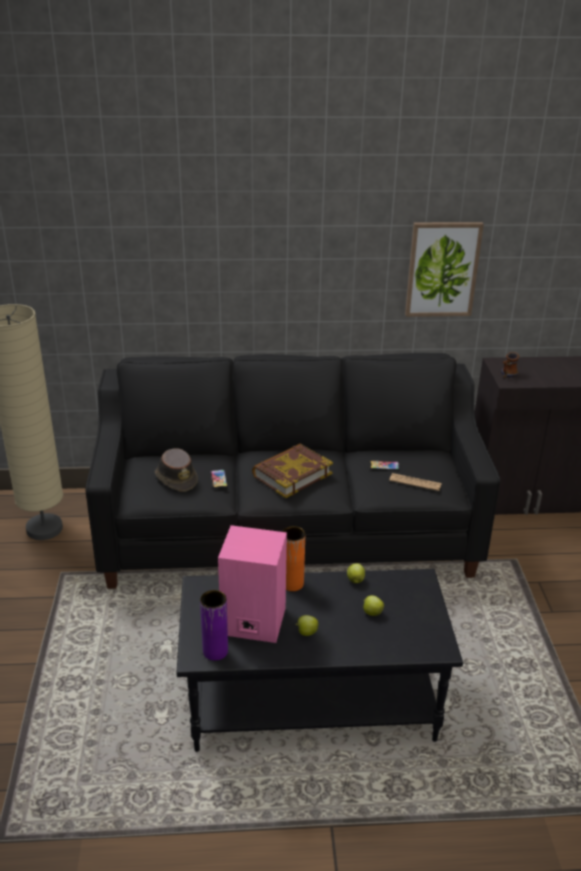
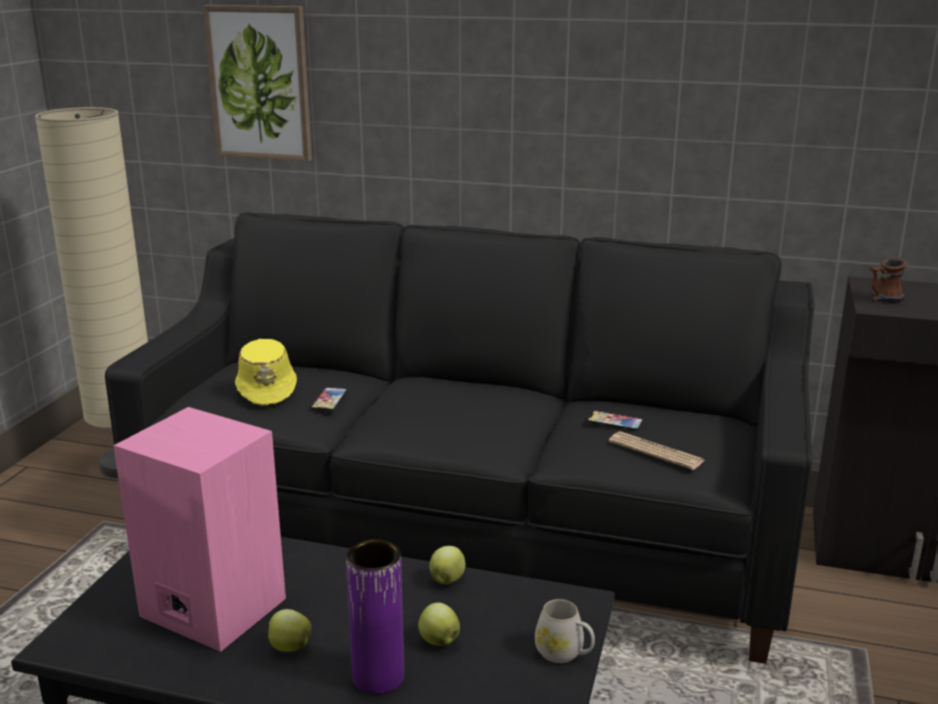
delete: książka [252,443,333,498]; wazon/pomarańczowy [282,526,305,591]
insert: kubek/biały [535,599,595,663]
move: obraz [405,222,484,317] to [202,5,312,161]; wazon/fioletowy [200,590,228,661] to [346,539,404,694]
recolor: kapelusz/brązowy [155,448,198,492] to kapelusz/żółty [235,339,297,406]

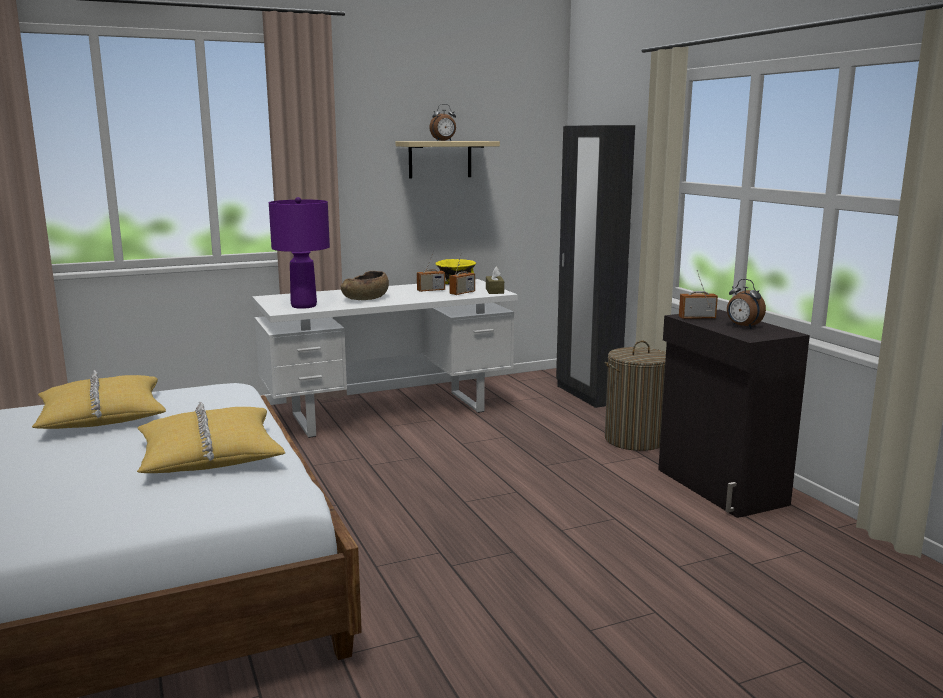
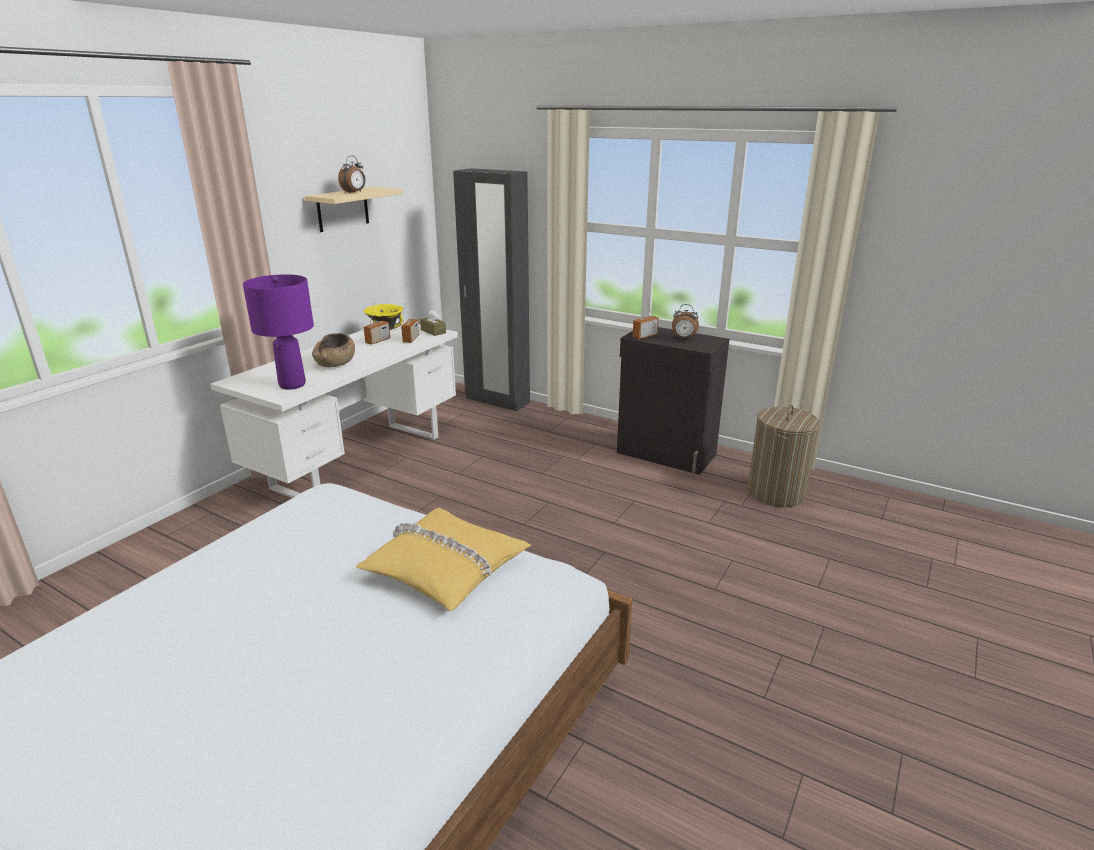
delete: poduszka/żółty [32,370,166,429]
move: kosz na pranie [604,340,666,451] to [748,405,820,507]

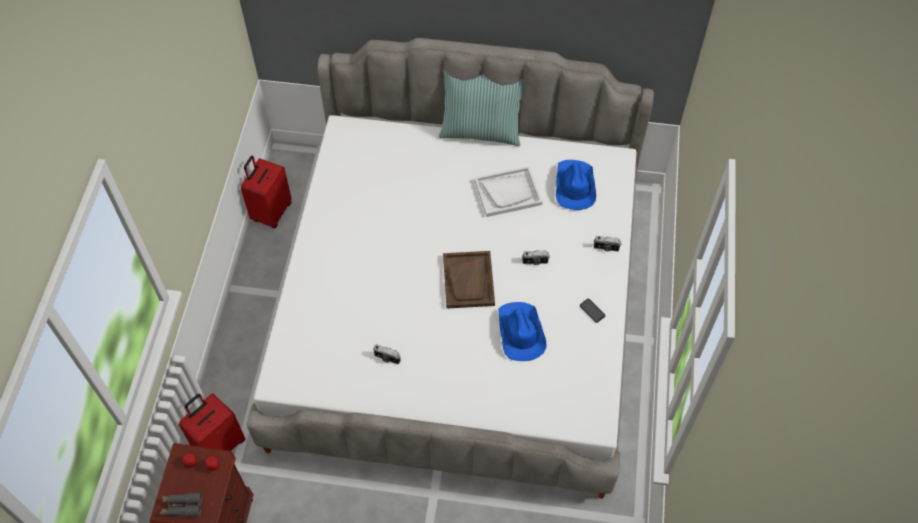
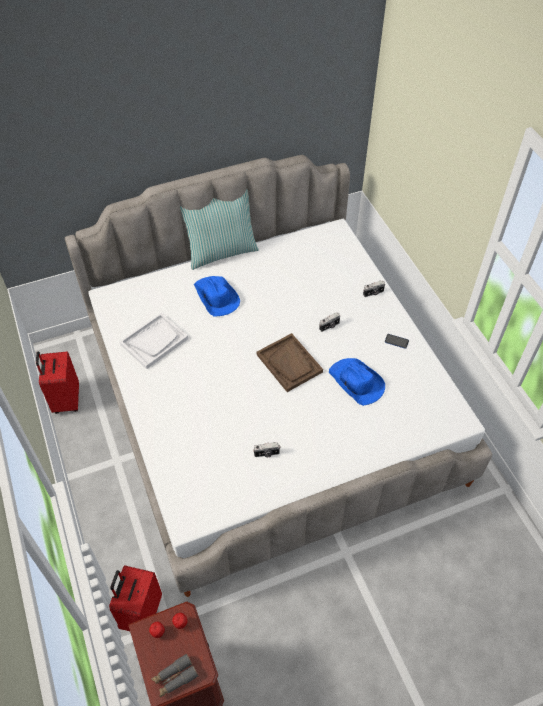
move: taca/biały [474,166,543,217] to [119,313,188,369]; kapelusz/niebieski [556,160,596,210] to [194,276,240,316]

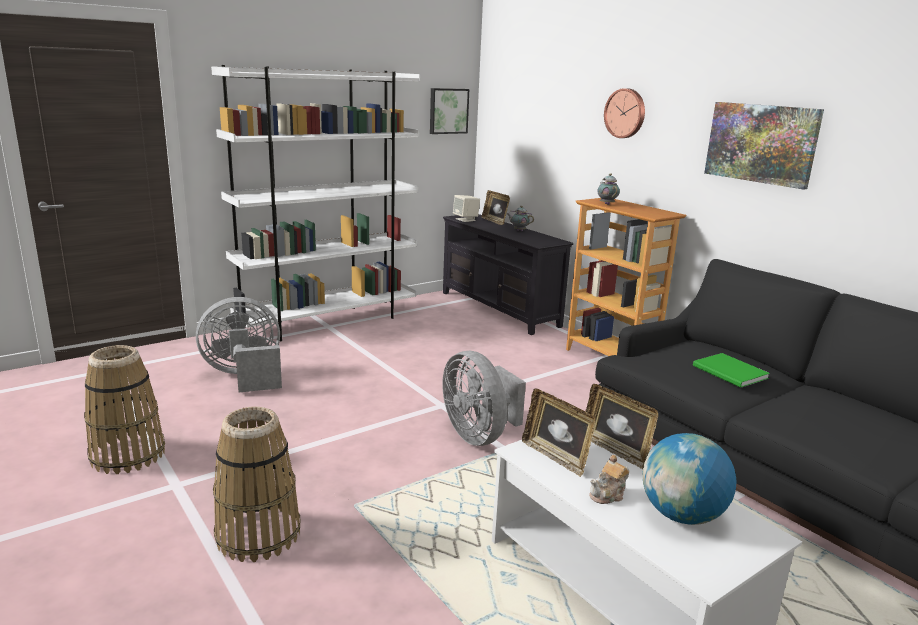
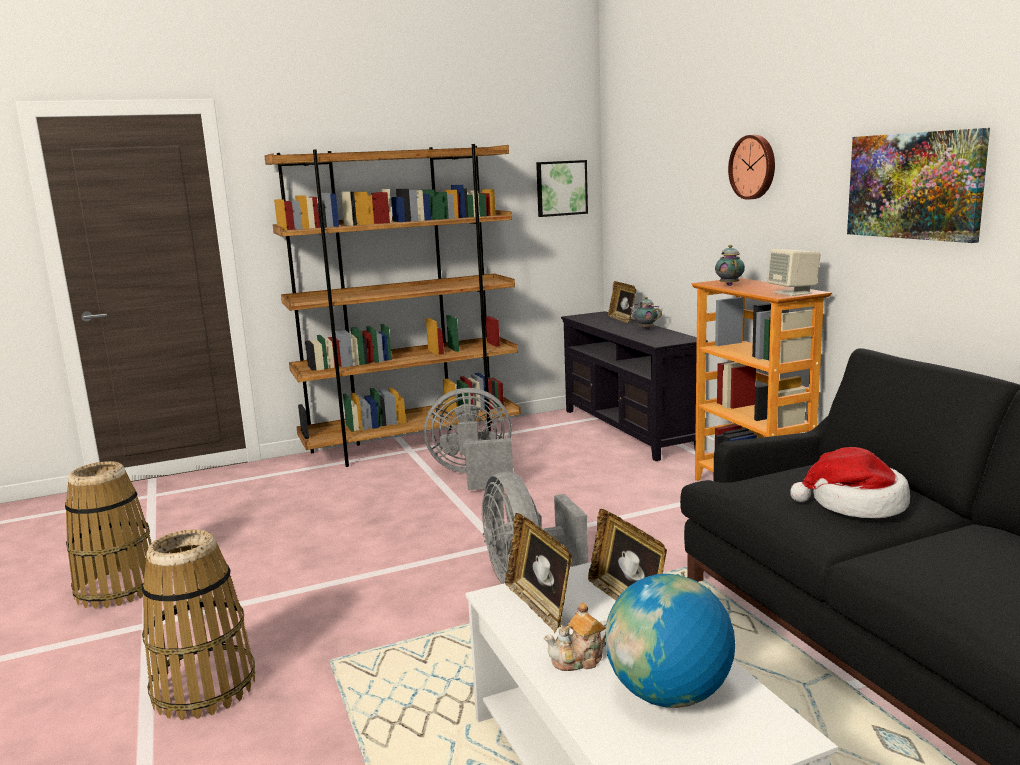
move: wentylator/szary [196,297,282,393] to [424,388,513,490]; głośnik/beżowy [453,195,480,222] to [768,249,820,296]
replace: książka/zielony [693,353,770,388] to kapelusz [790,447,910,518]
recolor: regał/biały [211,65,420,341] to regał/brązowy [265,144,521,467]

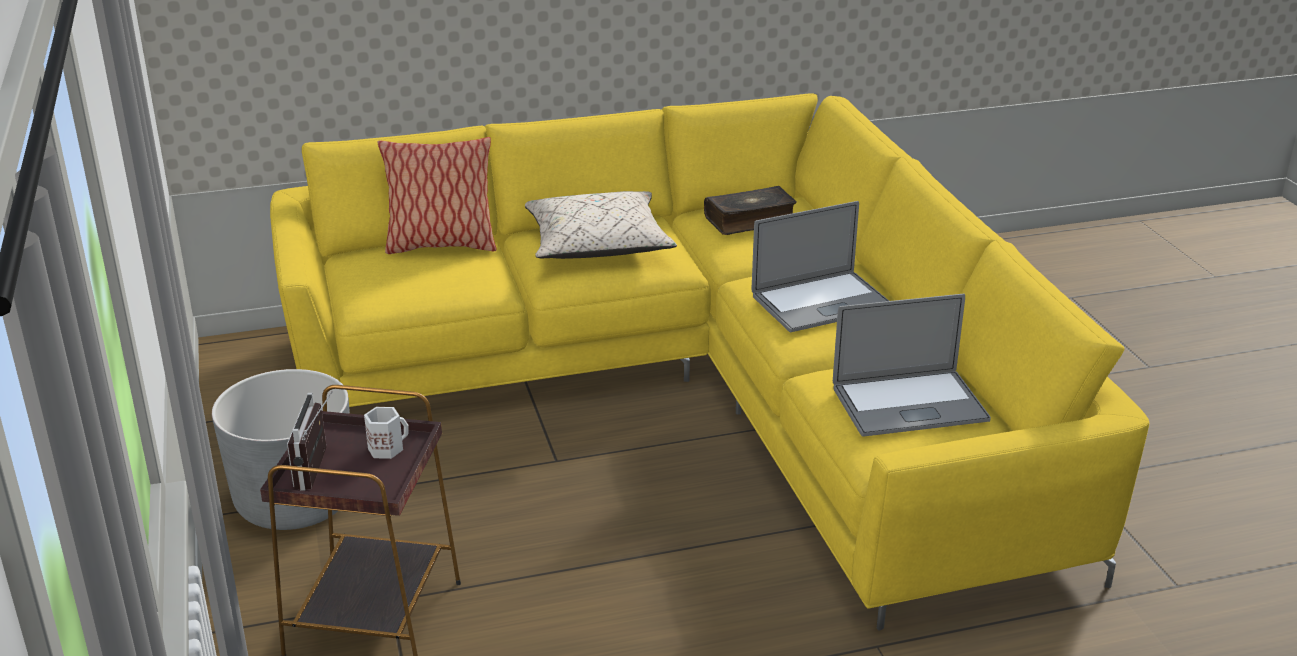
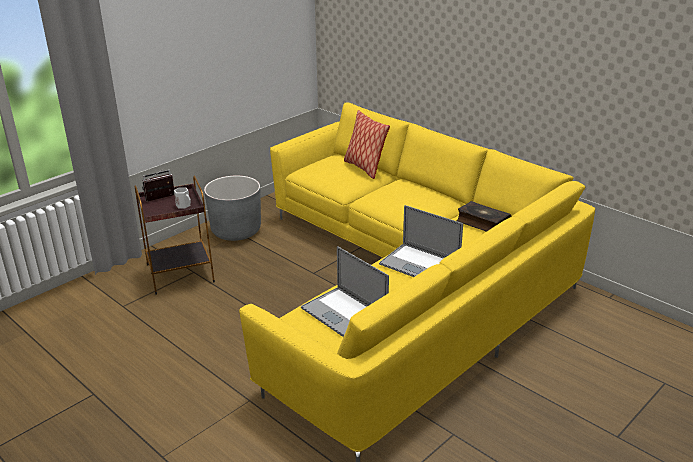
delete: poduszka/beżowy [525,191,677,259]

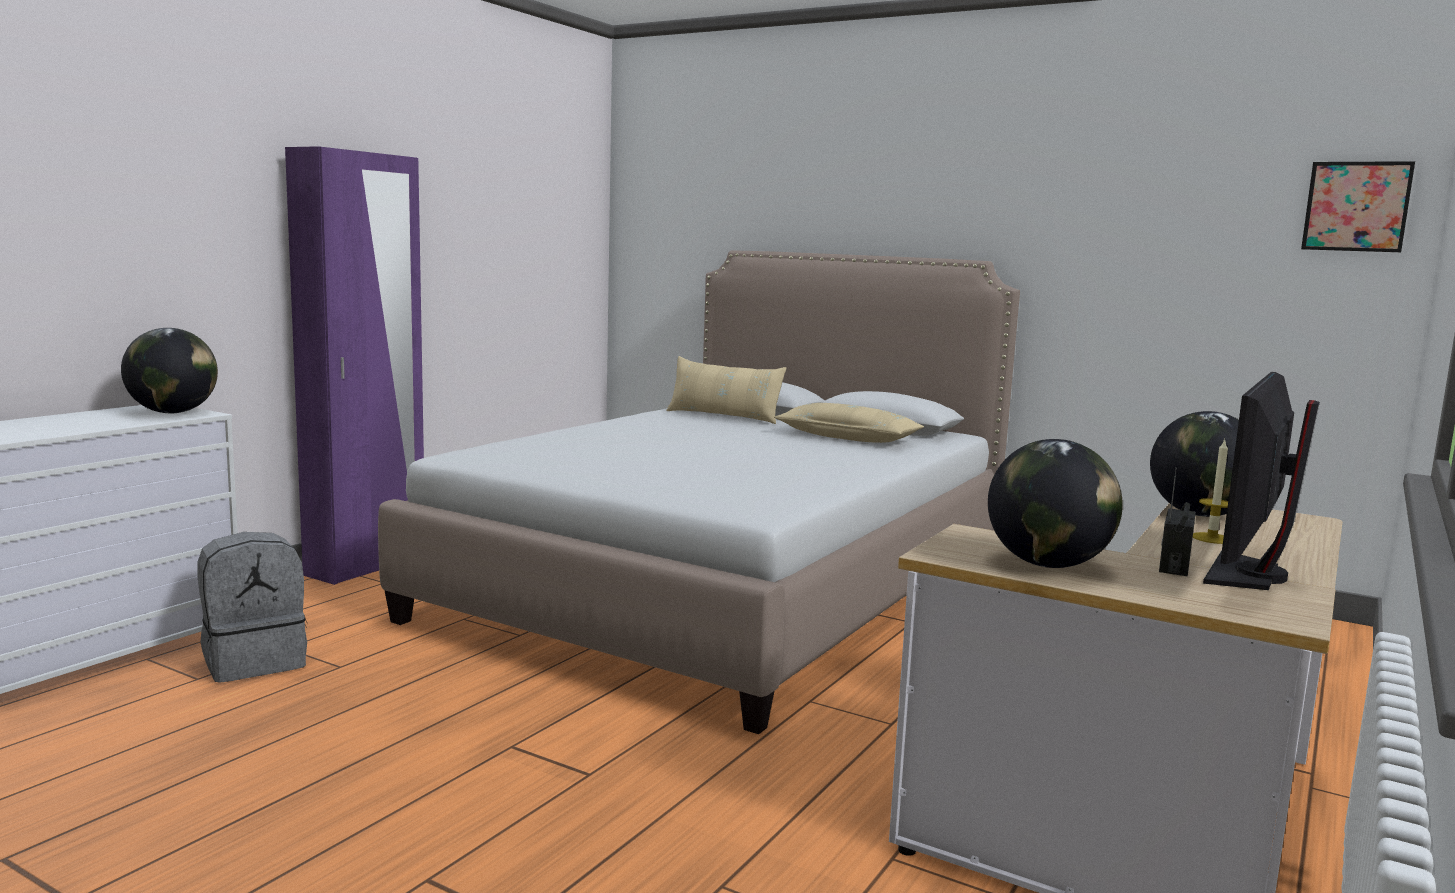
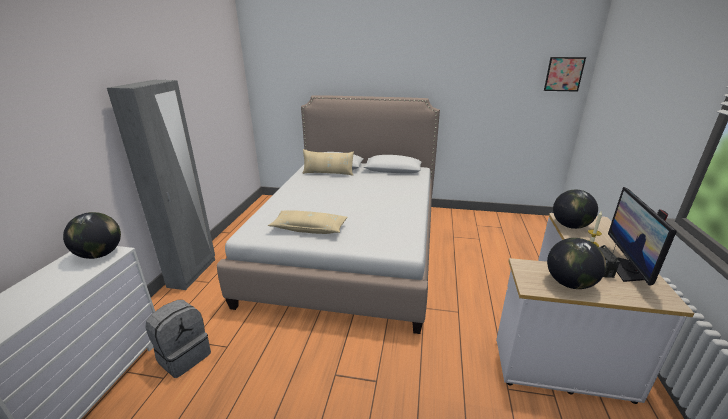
move: poduszka/beżowy [774,403,924,443] to [268,210,347,234]
recolor: szafa/fioletowy [285,146,424,585] to szafa/szary [107,80,215,290]

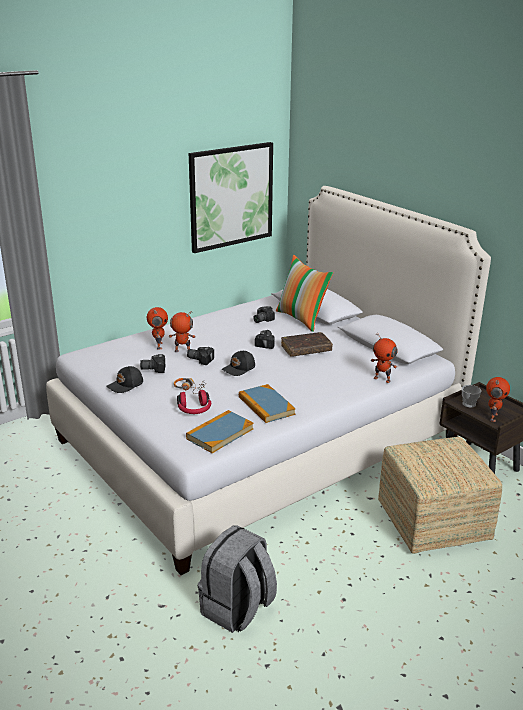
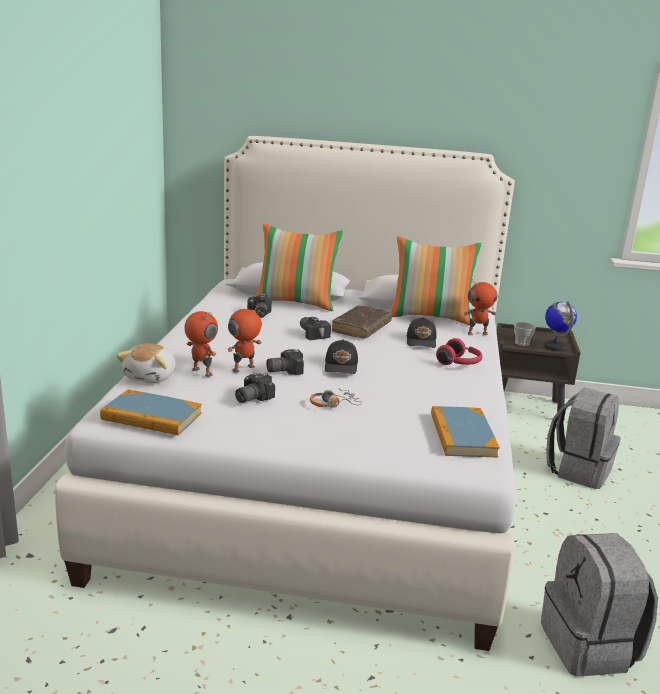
delete: obraz [189,142,273,253]
insert: pluszak [116,344,176,383]; poduszka [390,236,482,325]
move: książka [239,384,296,423] to [100,389,202,436]; czapka z daszkiem/czarny [106,366,143,393] to [407,317,436,348]; słuchawki/czerwony [177,390,211,414] to [436,338,483,365]
replace: robot zabawkowy [486,377,510,422] to globus [544,301,577,351]; pufa [378,437,502,554] to plecak/szary [546,387,621,489]

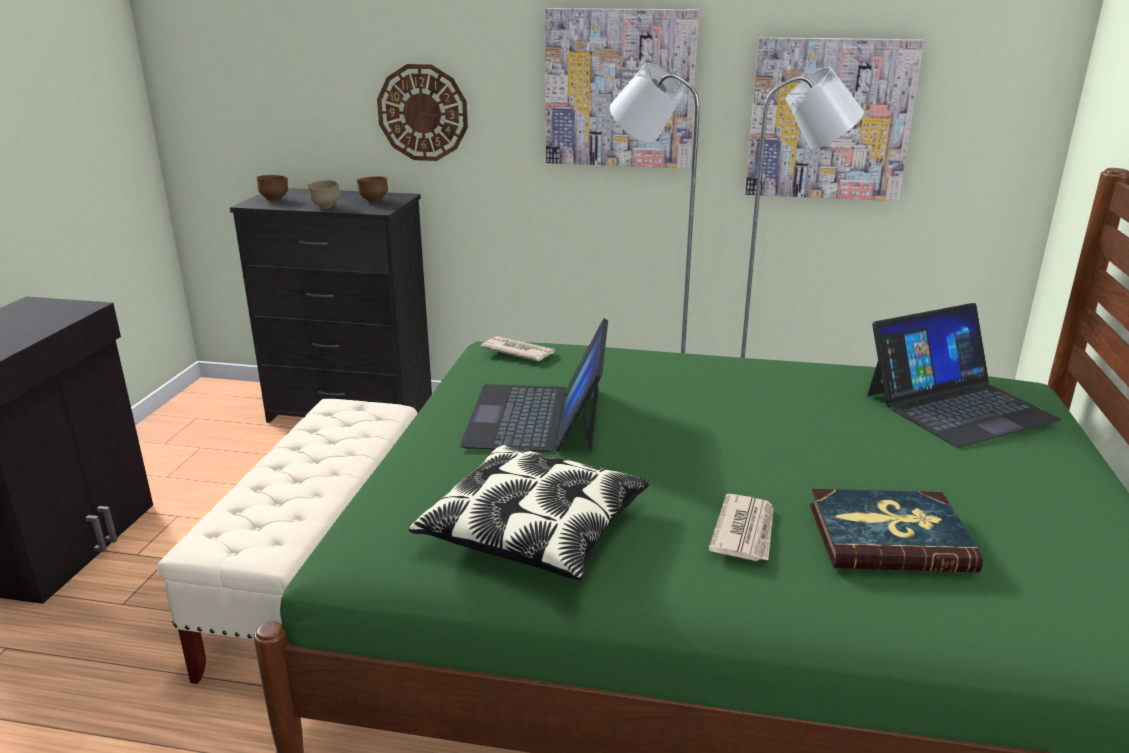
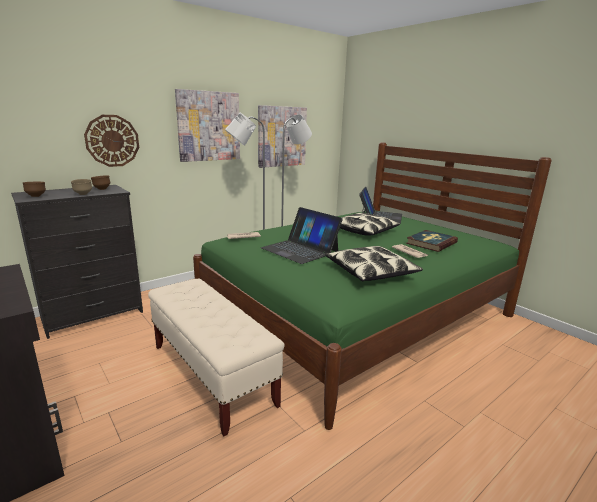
insert: poduszka [340,213,400,236]

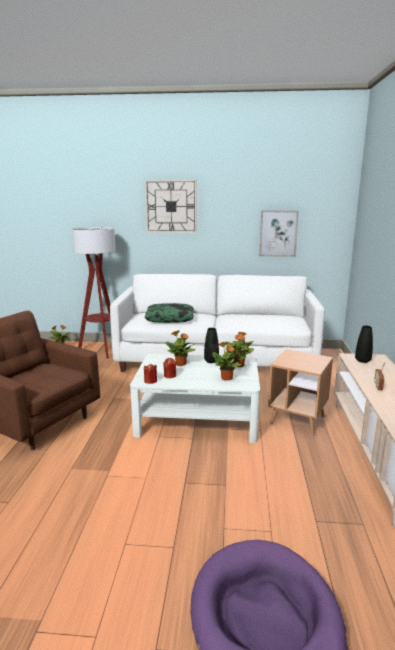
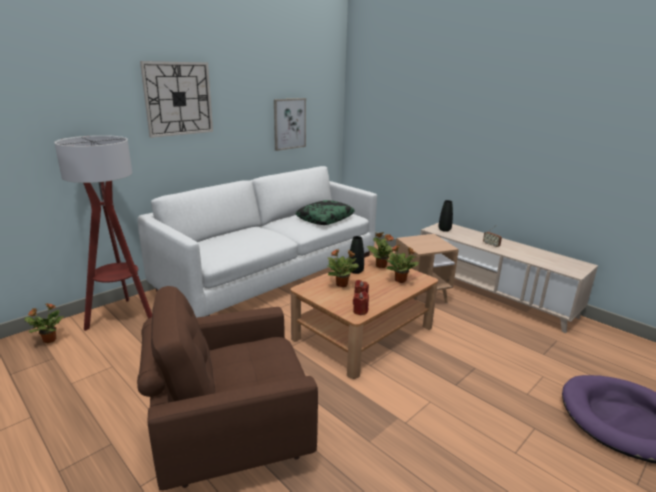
move: poduszka [145,303,194,323] to [295,200,355,225]
recolor: ława/biały [130,354,260,443] to ława/brązowy [291,255,438,379]

